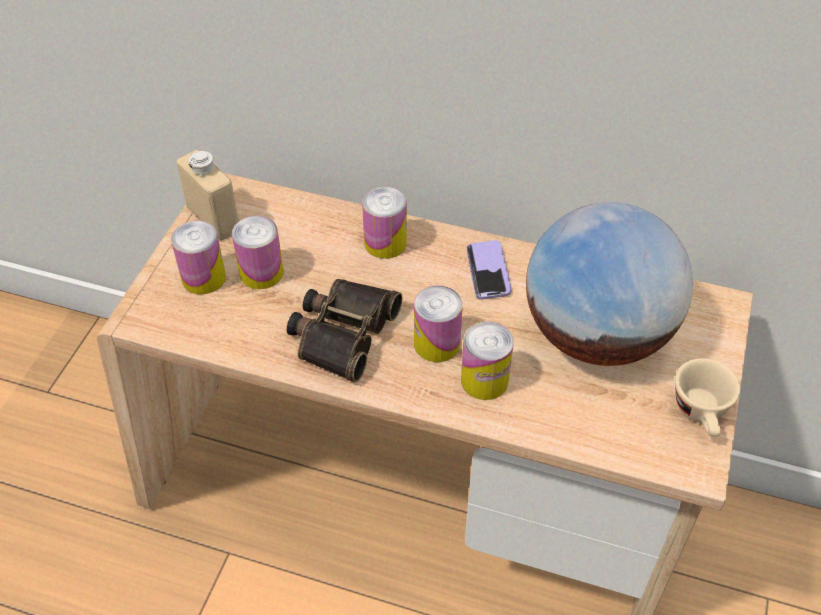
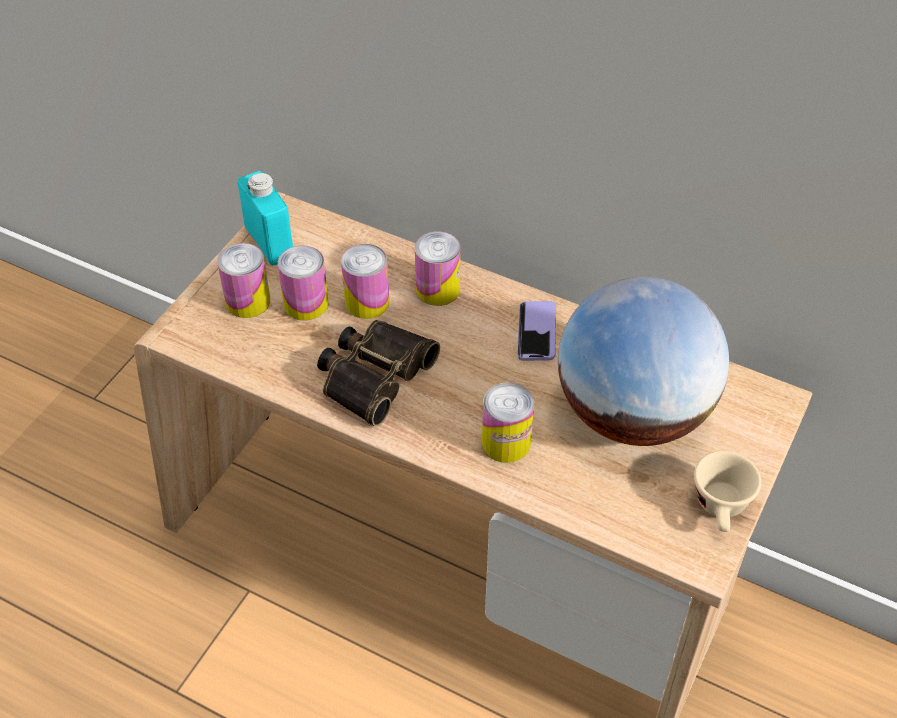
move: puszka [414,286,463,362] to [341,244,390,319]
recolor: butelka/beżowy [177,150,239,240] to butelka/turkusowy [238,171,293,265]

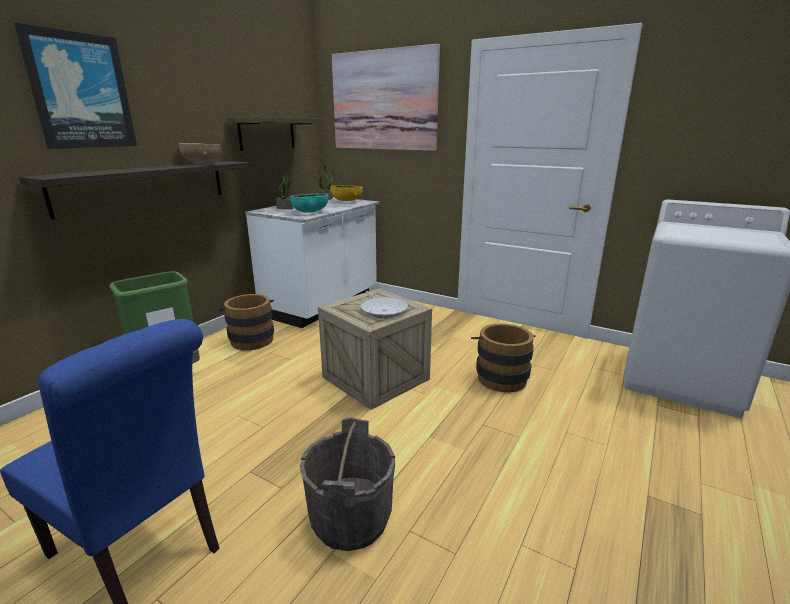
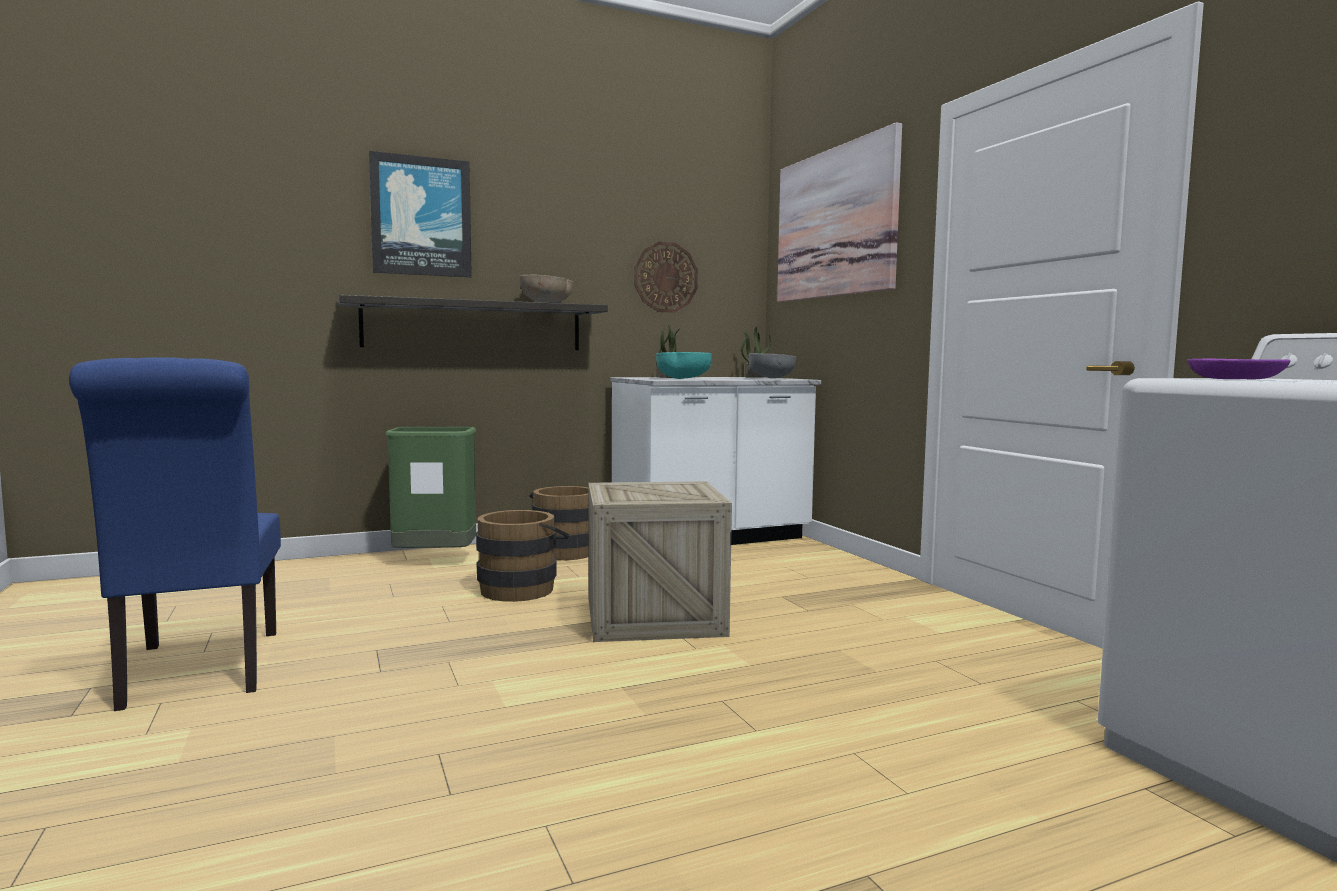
delete: wiadro/szary [300,418,395,551]; patelnia [361,291,408,318]
insert: miska/fioletowy [1187,358,1291,379]
move: wiadro/brązowy [471,324,536,392] to [476,510,569,602]
replace: półka [227,117,324,151] to zegar ścienny [634,242,698,313]
recolor: miska/żółty [330,185,363,201] to miska/szary [749,353,796,378]

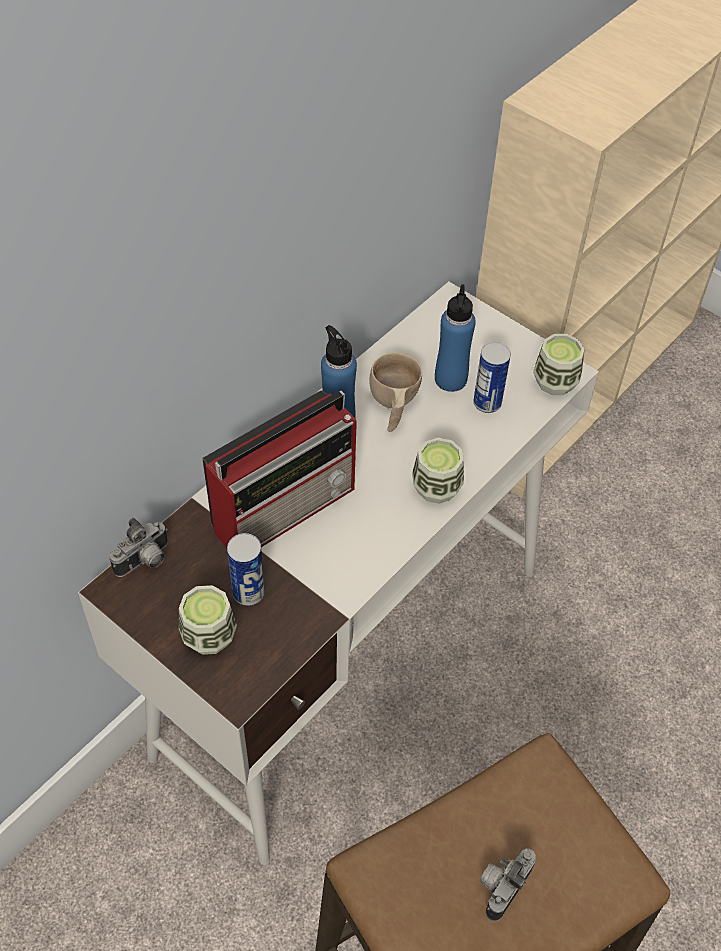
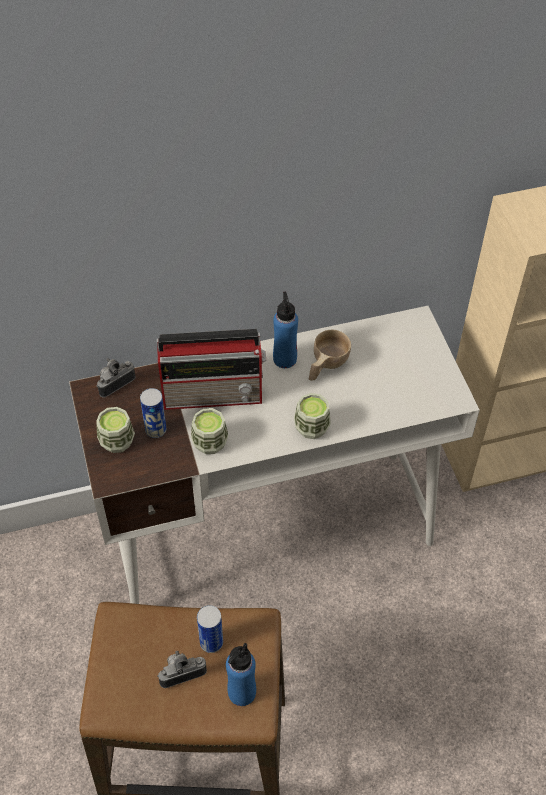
move: filiżanka [533,334,585,395] to [191,408,228,454]; puszka [473,342,511,413] to [197,605,223,653]; butelka/niebieski [435,284,476,392] to [226,643,256,706]
rotate: aparat fotograficzny [109,518,168,577] = [96,358,136,398] 150 degrees clockwise

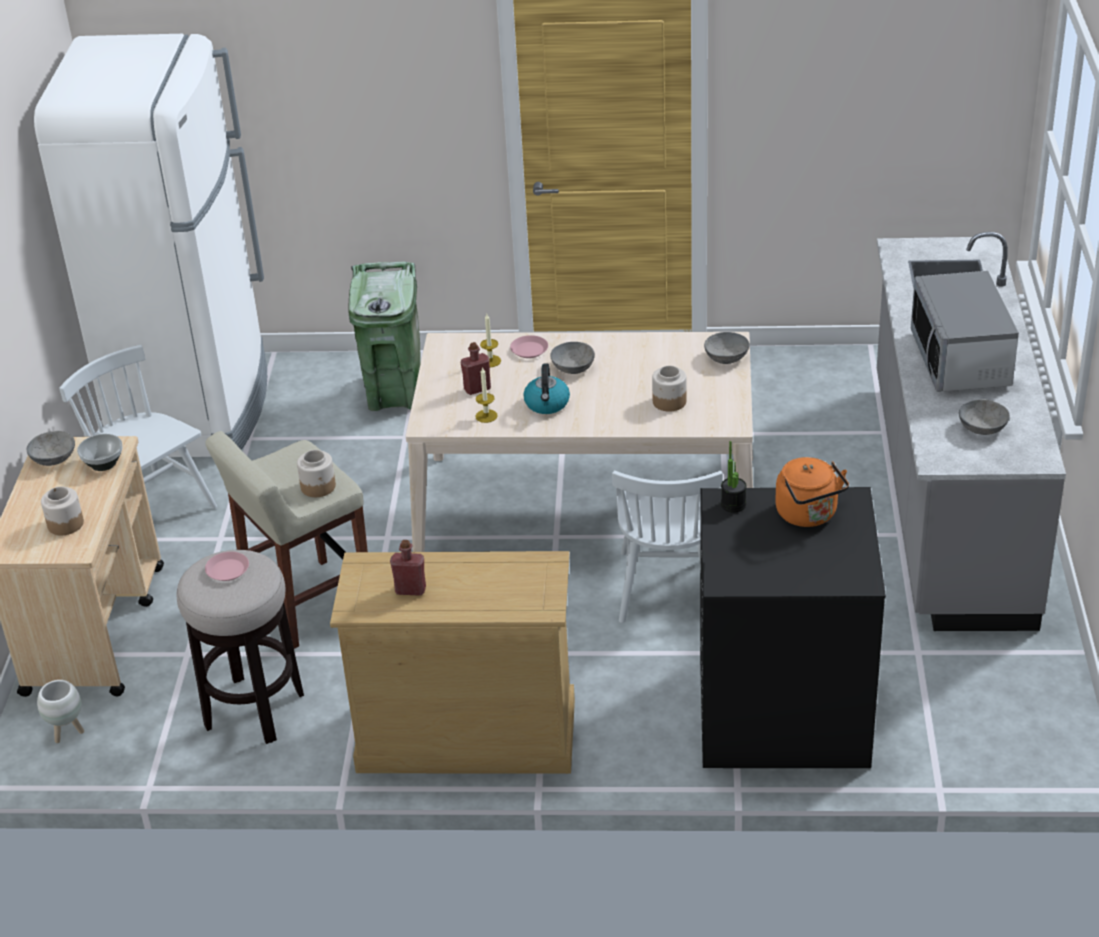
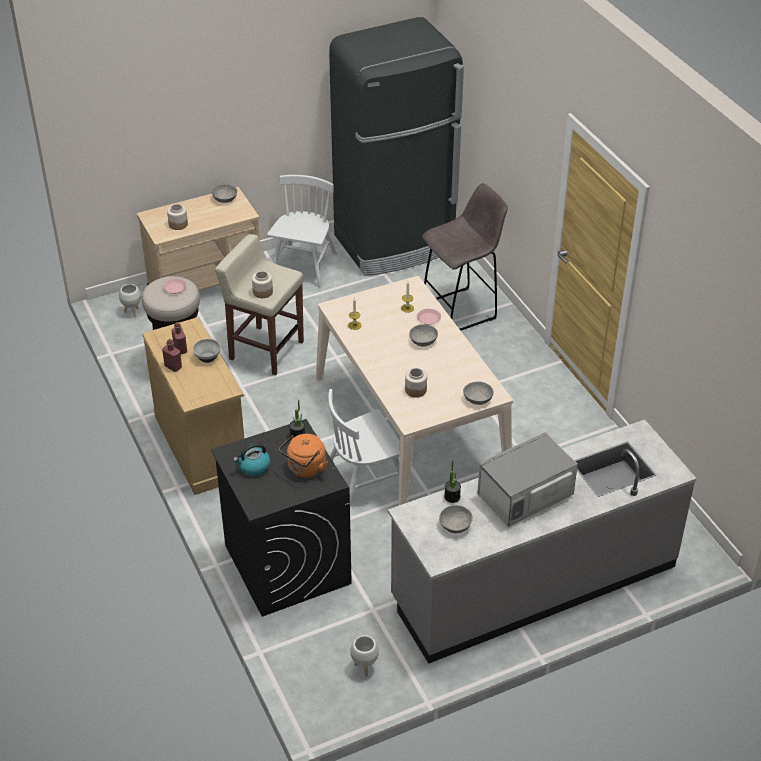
insert: donica/biały [350,635,379,677]; roślina doniczkowa [444,461,461,503]
move: butelka/czerwony [461,342,491,395] to [162,339,182,372]; miska [77,434,122,471] to [193,339,221,363]; czajnik [523,364,570,414] to [233,443,270,476]
replace: kosz na śmieci/zielony [349,262,421,411] to stołek/szary [422,183,508,331]
recolor: lodówka/biały [34,34,267,457] to lodówka/czarny [329,17,464,276]

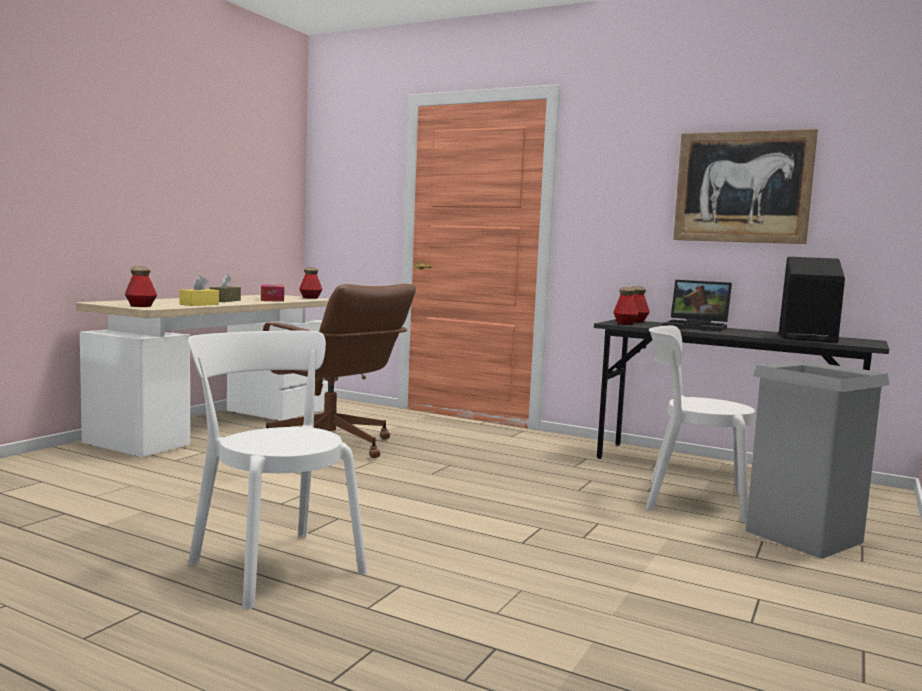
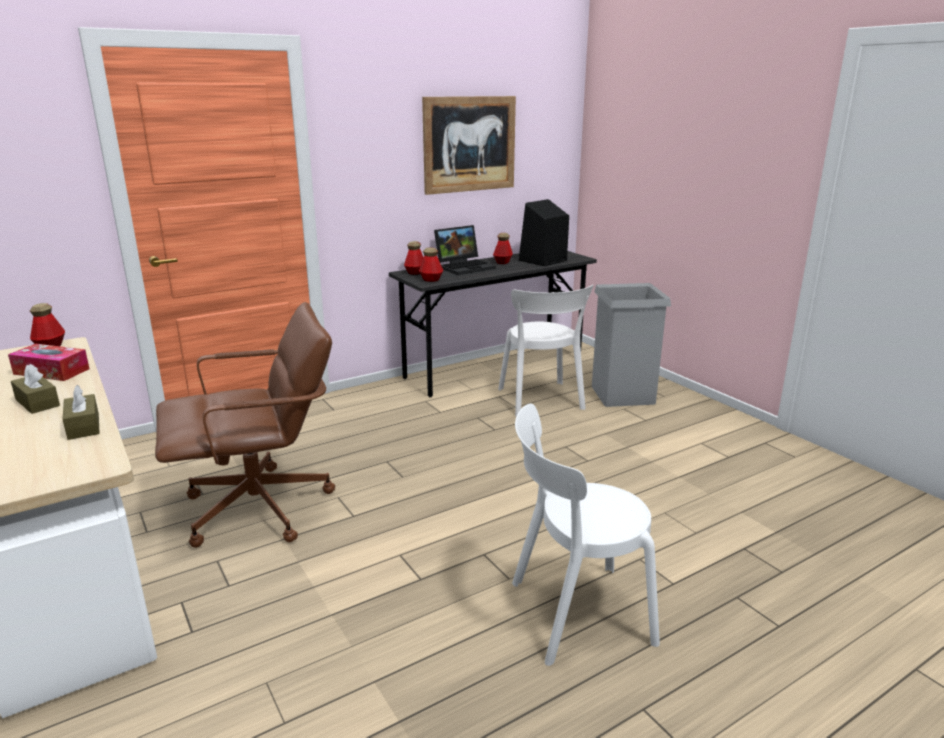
move: butelka [125,266,157,307] to [493,233,513,264]
recolor: pudełko chusteczek/żółty [180,276,219,306] to pudełko chusteczek/brązowy [63,385,100,440]
rotate: krzesło/biały [645,326,755,523] = [498,285,594,416] 60 degrees counterclockwise

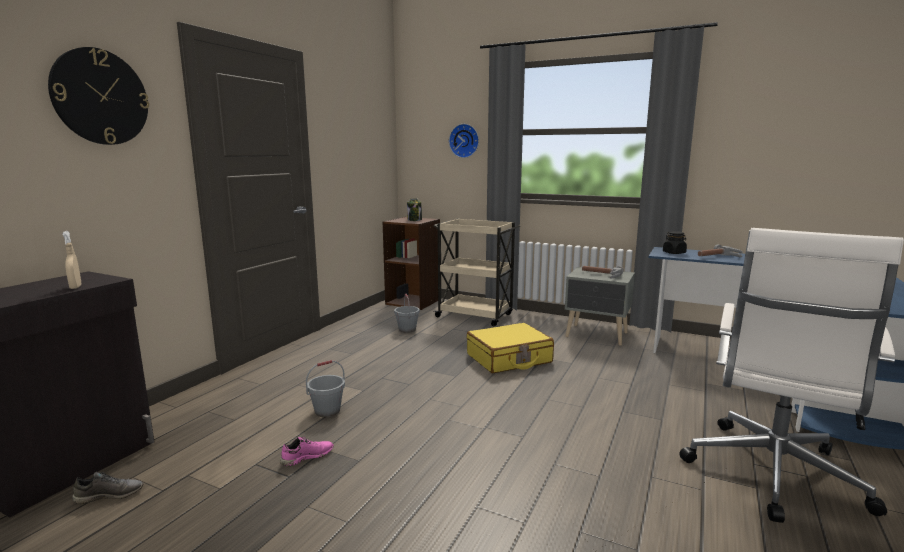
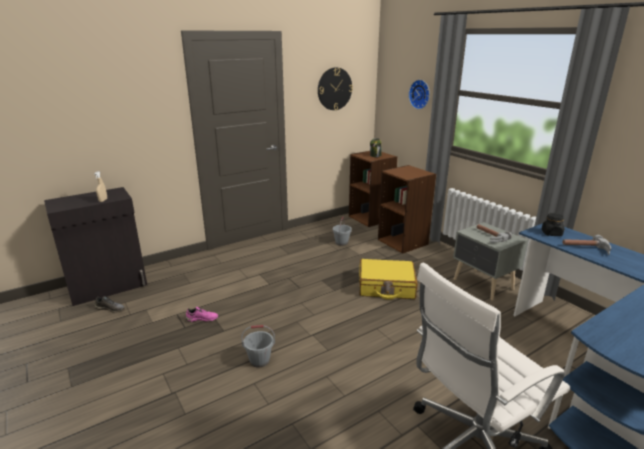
move: wiadro/szary [306,360,345,417] to [241,325,275,367]; zegar ścienny [48,47,149,145] to [318,67,353,110]
replace: wózek/beżowy [434,219,520,326] to regał/brązowy [378,165,436,254]

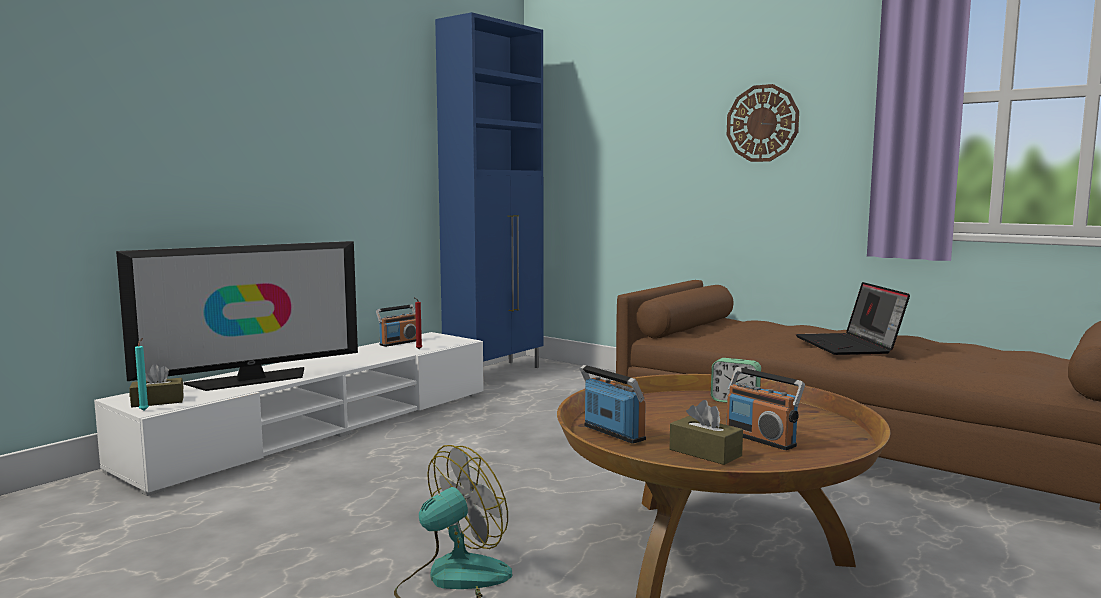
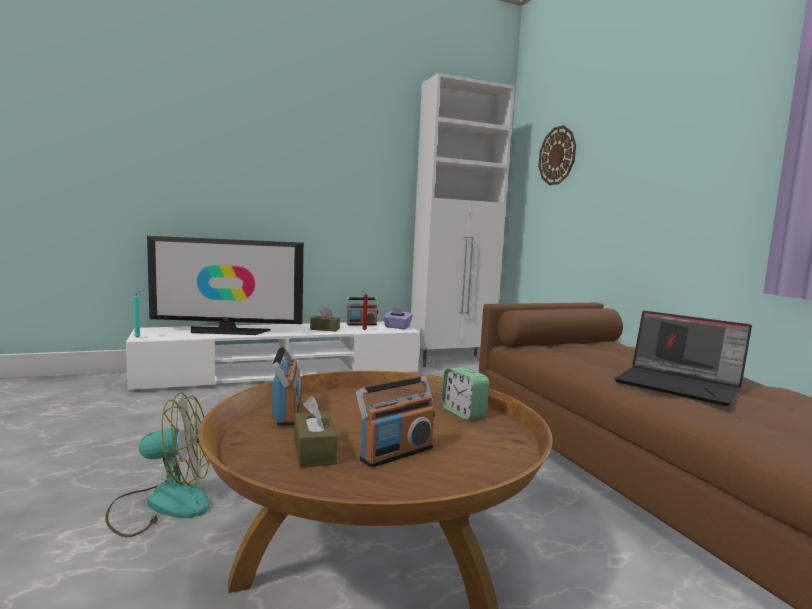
insert: pudełko chusteczek/fioletowy [383,307,412,329]
move: pudełko chusteczek/brązowy [129,364,184,407] to [310,307,340,332]; zegar ścienny [727,84,799,162] to [538,125,576,185]
recolor: szafka/niebieski [435,12,544,368] to szafka/biały [410,73,515,367]
rotate: radio [726,367,805,450] = [356,376,435,468] 120 degrees counterclockwise; laptop [796,282,910,355] = [614,311,752,406] 75 degrees counterclockwise

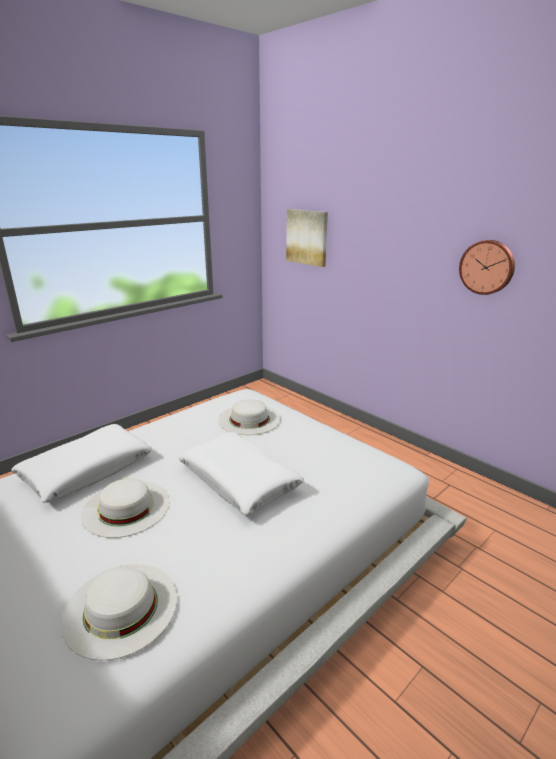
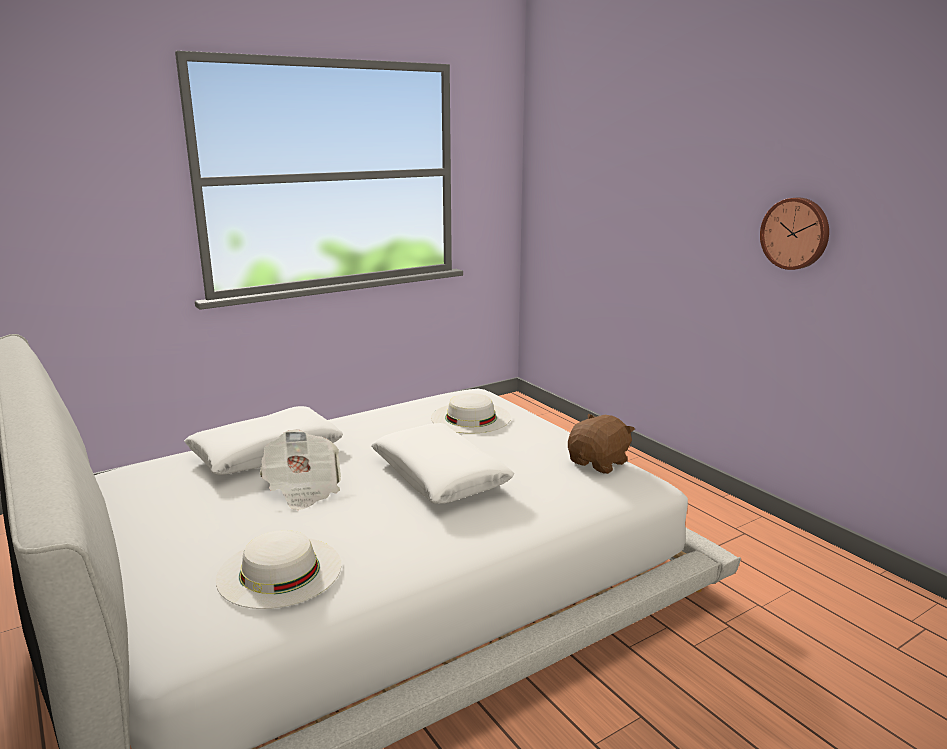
delete: obraz [286,209,328,267]
insert: pluszak/brązowy [568,414,635,474]
replace: kapelusz/biały [81,478,170,538] to gazeta [259,430,341,510]

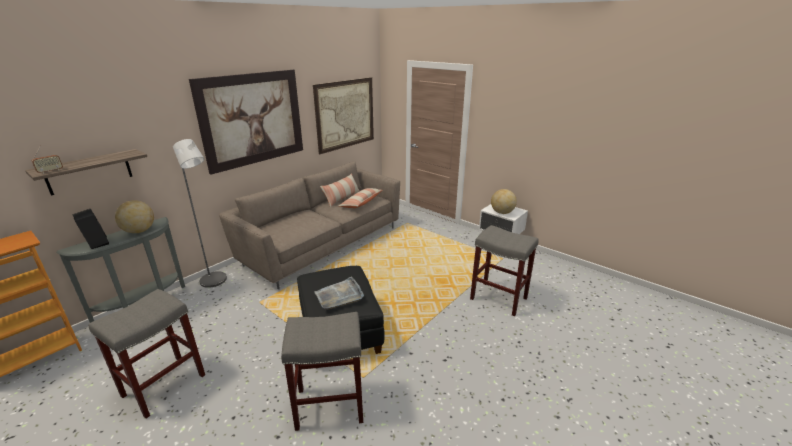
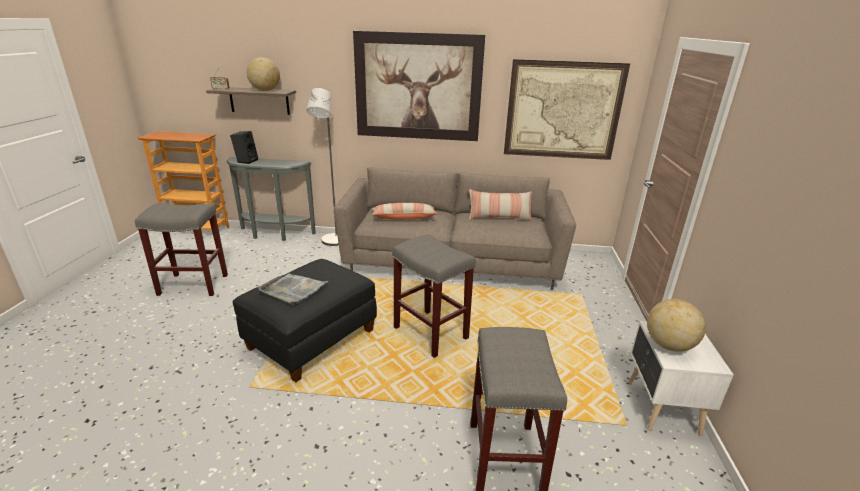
move: globus [115,200,154,233] to [247,57,280,91]; poduszka [339,188,383,208] to [372,203,438,220]; stołek/szary [281,312,363,431] to [392,234,476,358]

